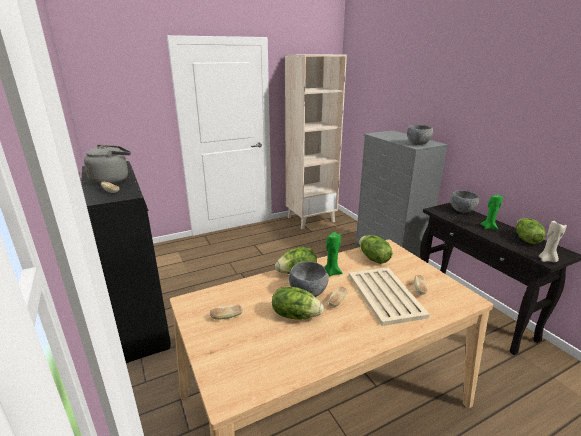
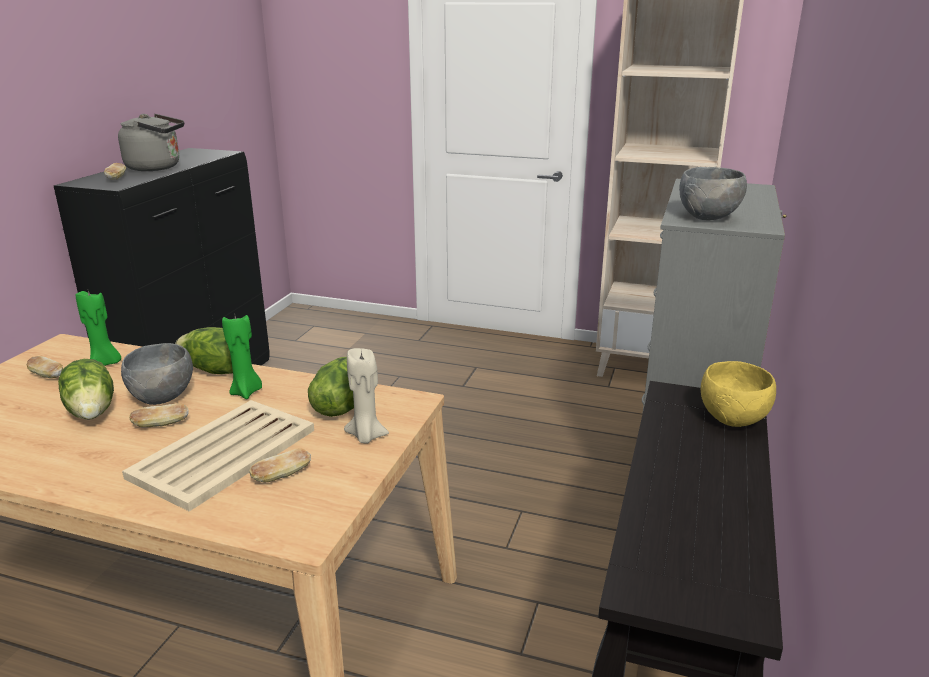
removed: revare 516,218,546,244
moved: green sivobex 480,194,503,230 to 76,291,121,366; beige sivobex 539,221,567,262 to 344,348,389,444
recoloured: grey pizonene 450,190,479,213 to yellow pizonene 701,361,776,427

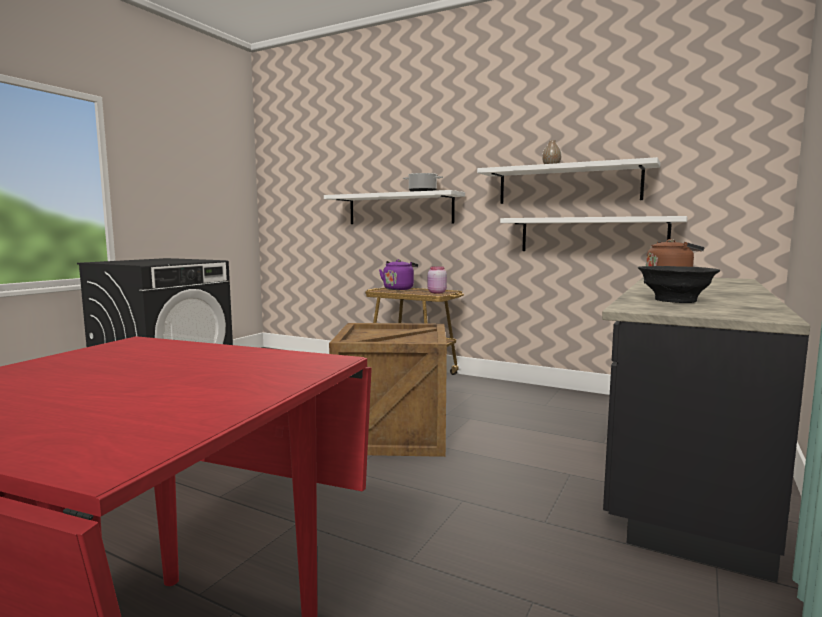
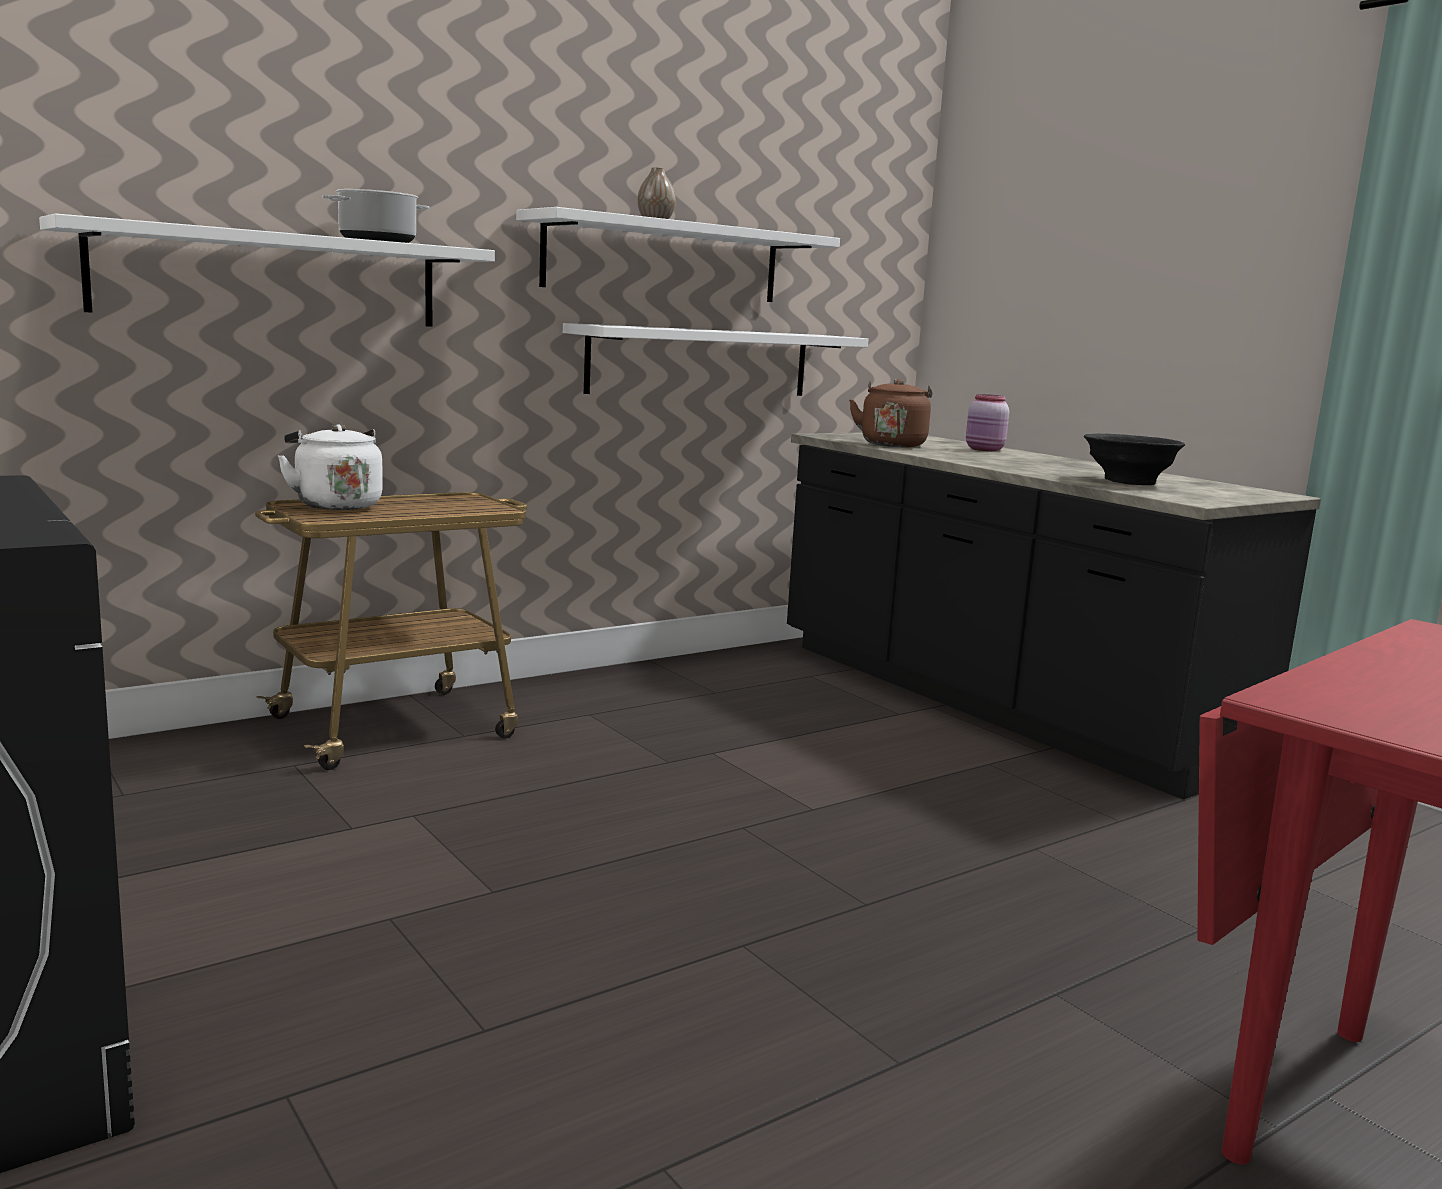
removed: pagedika 329,323,447,457
moved: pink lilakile 428,266,447,293 to 966,394,1009,451
recoloured: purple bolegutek 379,259,418,290 to white bolegutek 278,424,383,510

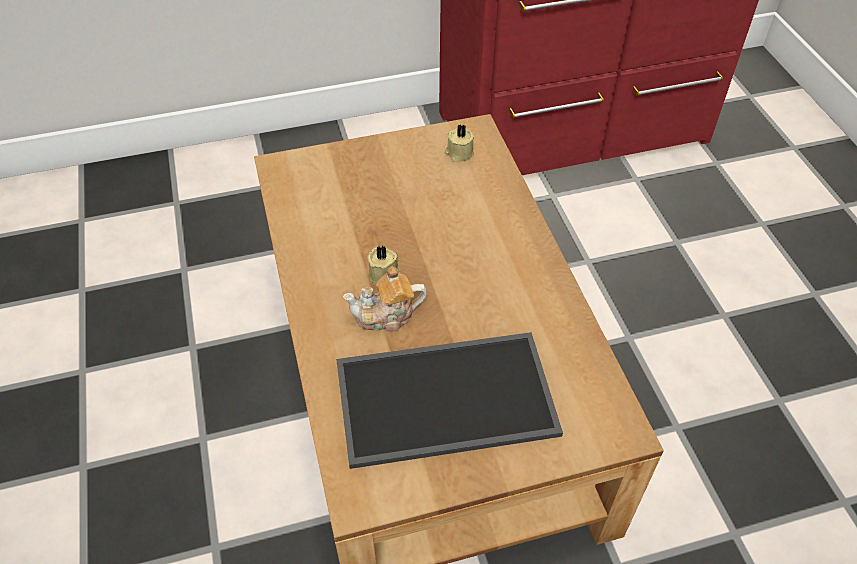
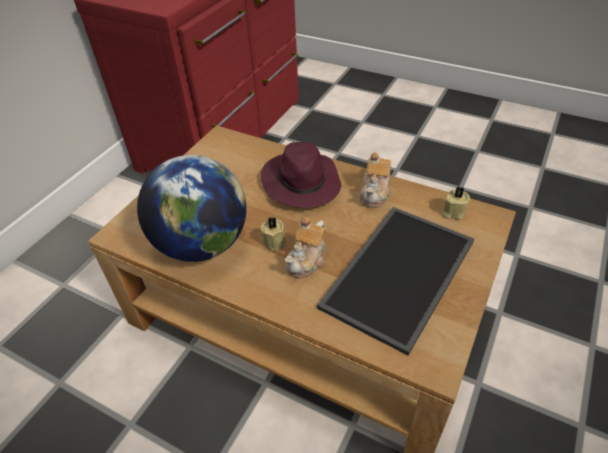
added: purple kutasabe 261,142,341,208; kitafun 360,152,391,208; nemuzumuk 137,155,247,262
moved: beige sivobex 445,124,474,162 to 441,186,470,220

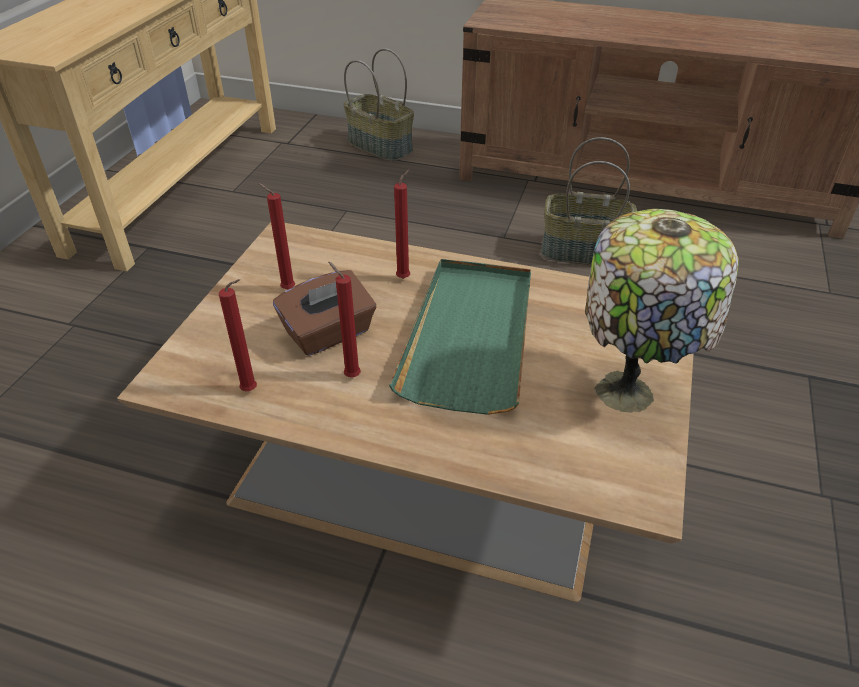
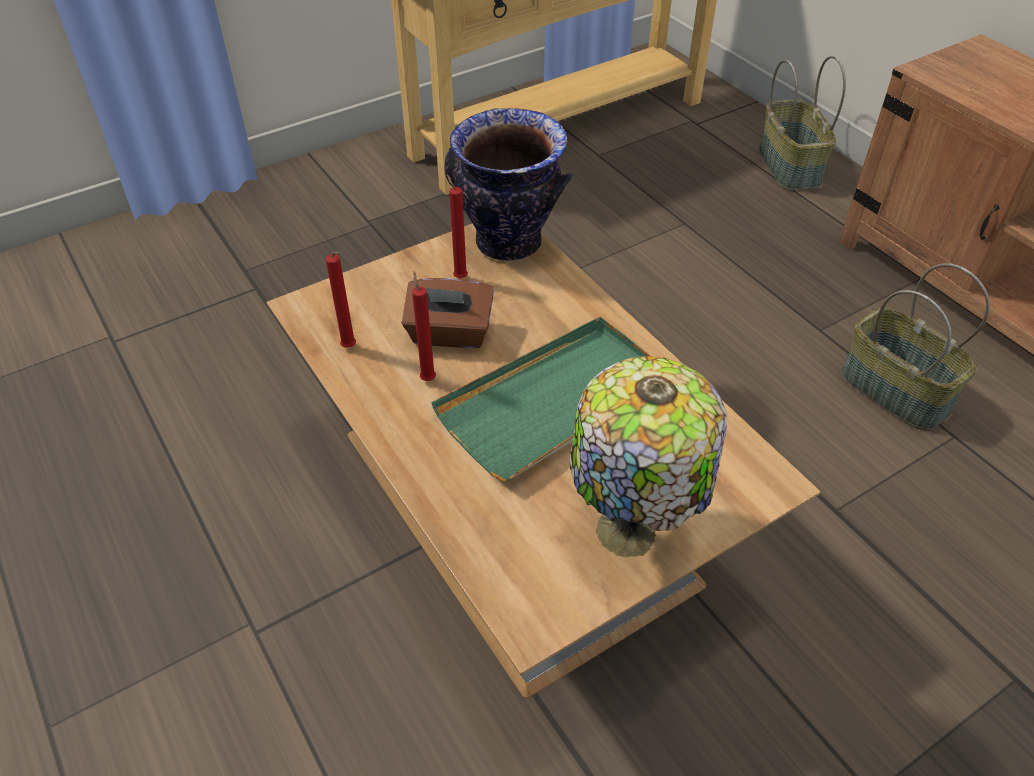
removed: red sivobex 394,169,410,279
added: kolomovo 444,108,573,261

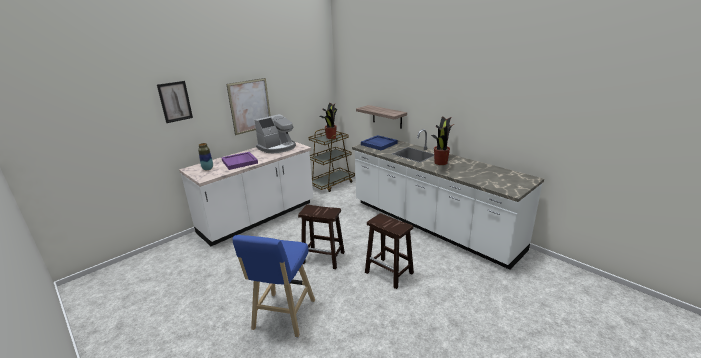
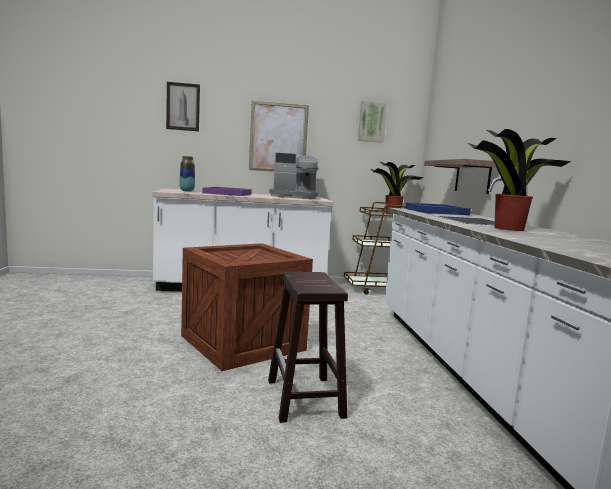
removed: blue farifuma 233,235,315,337
added: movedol 358,101,387,143
replaced: brown farifuma 298,205,345,269 to pagedika 181,243,313,371

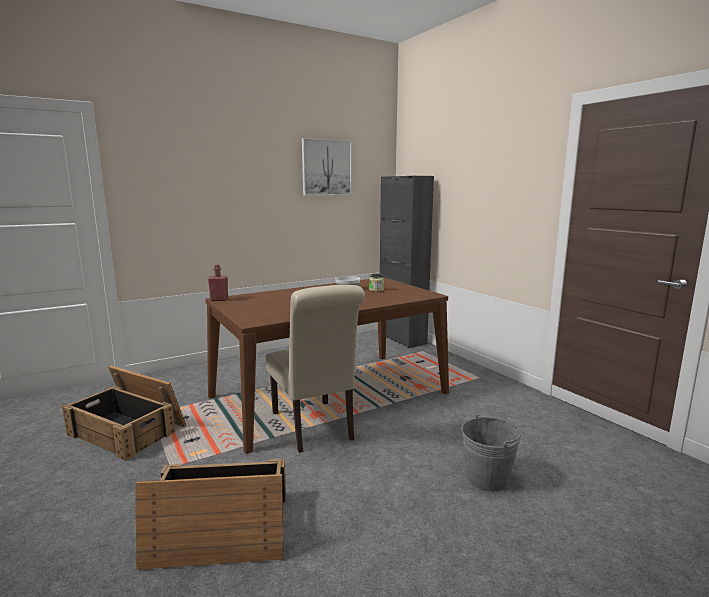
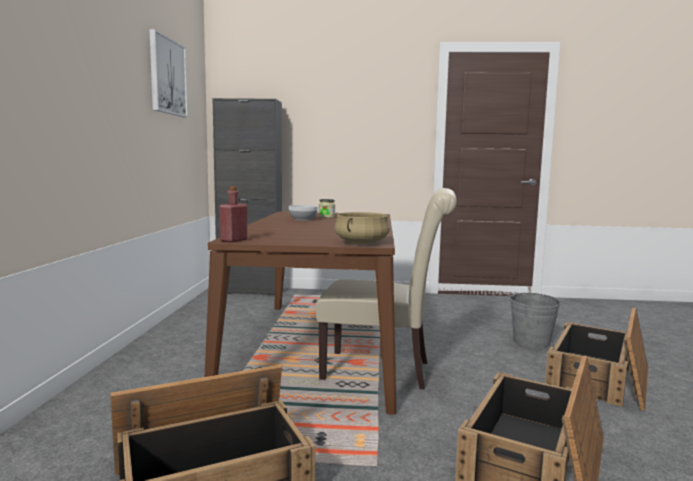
added: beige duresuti 334,212,390,244; pagedika 545,307,648,411

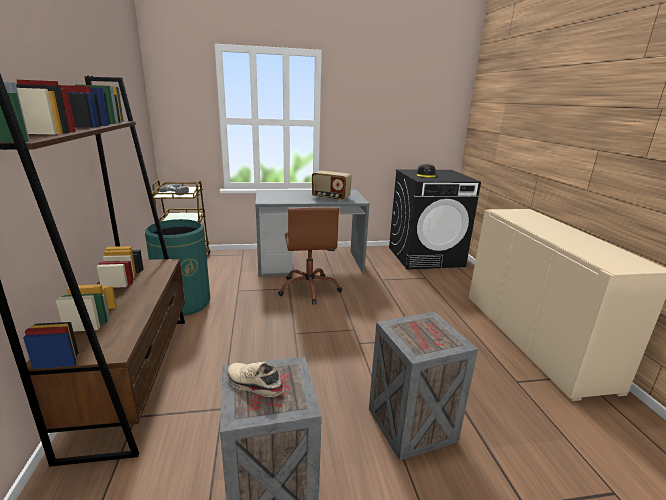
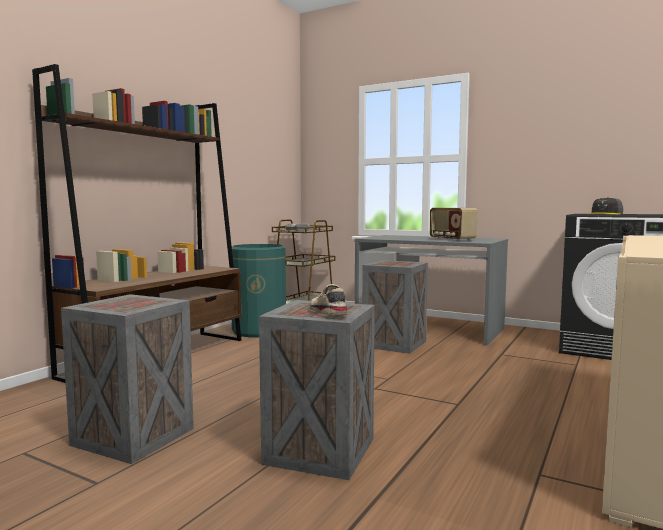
moved: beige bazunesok 227,362,284,397 to 309,284,348,315
replaced: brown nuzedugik 278,207,342,305 to pagedika 362,260,428,354

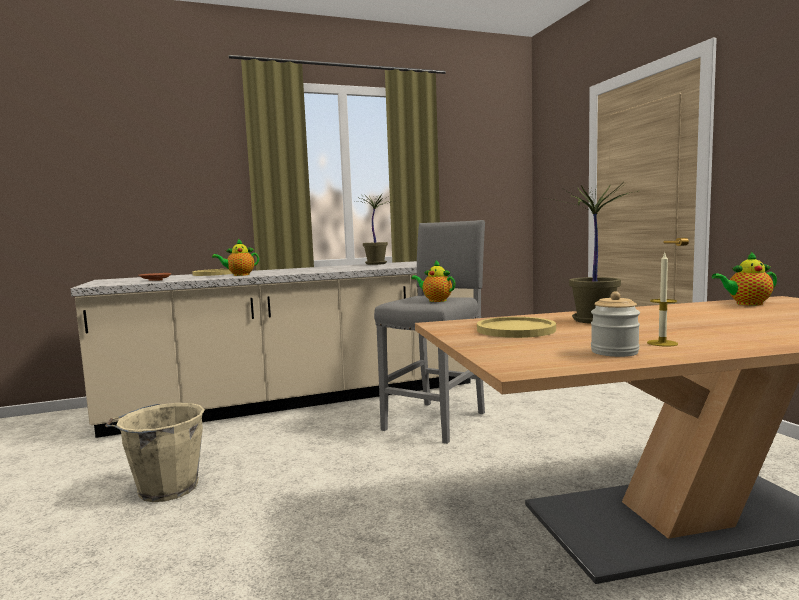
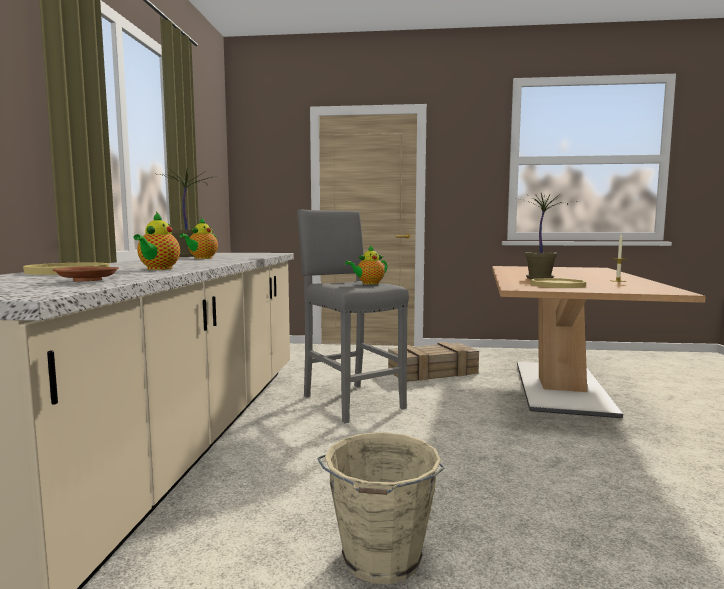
removed: lilakile 591,291,640,357
added: pagedika 388,342,479,382
moved: kitafun 712,251,777,306 to 179,218,218,259

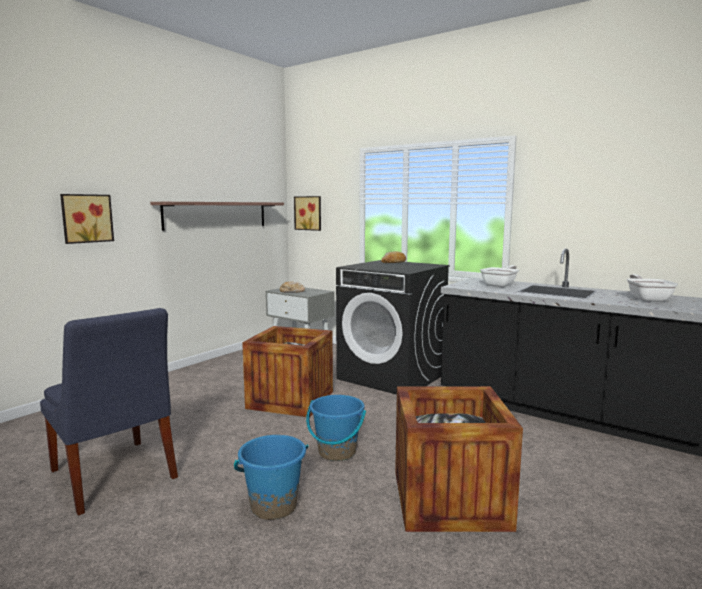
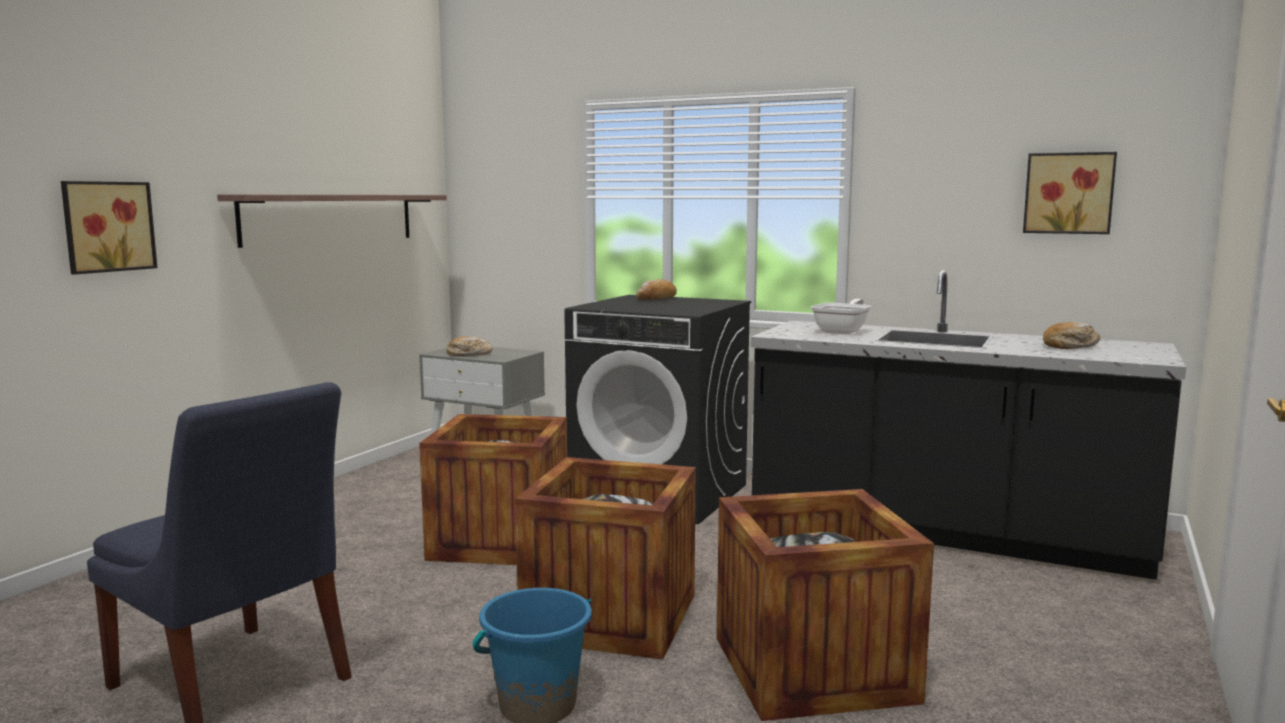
moved: movedol 294,196,321,231 to 1023,152,1117,234
replaced: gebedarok 627,274,678,302 to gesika 1043,322,1100,349; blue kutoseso 306,395,366,461 to pagedika 515,457,696,660

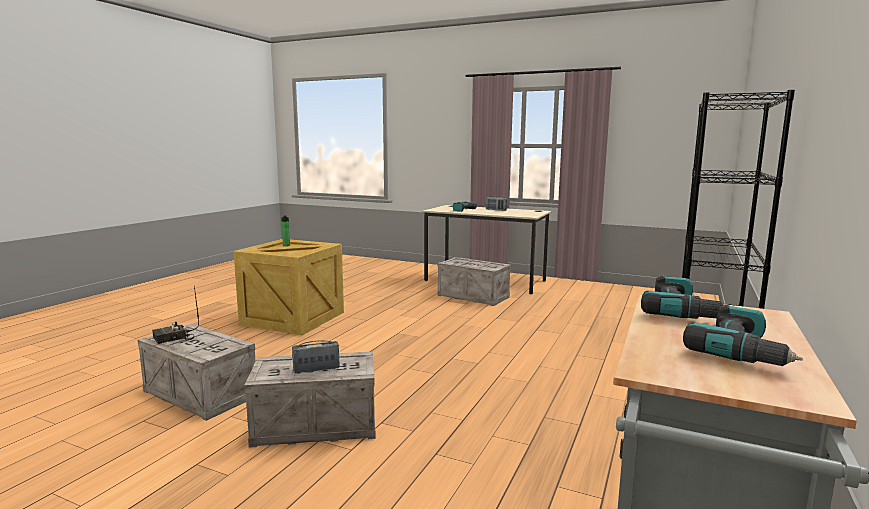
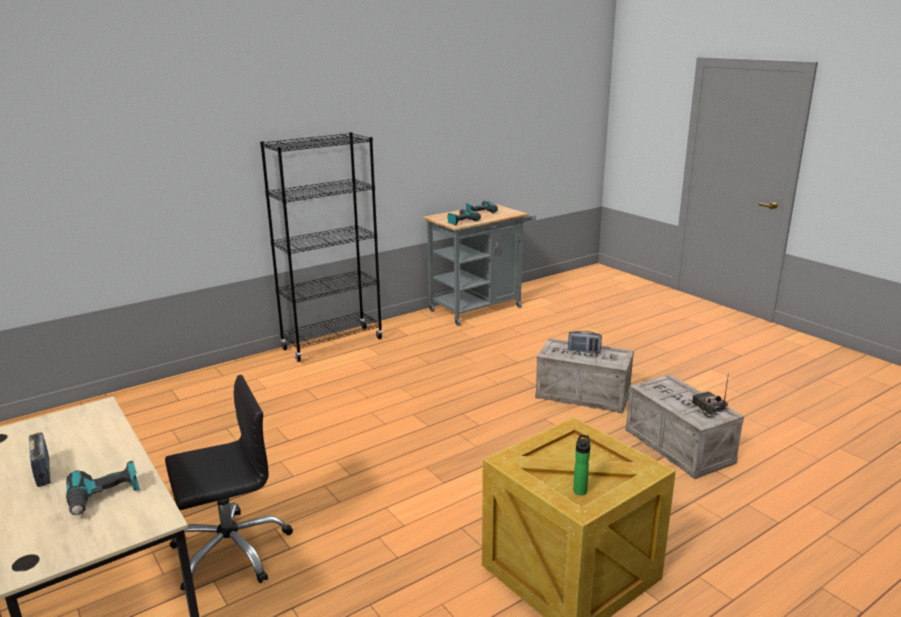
replaced: pagedika 437,257,511,306 to black nuzedugik 165,375,293,590
turned: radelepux 152,286,199,344 = 692,373,729,418 105 degrees counterclockwise

